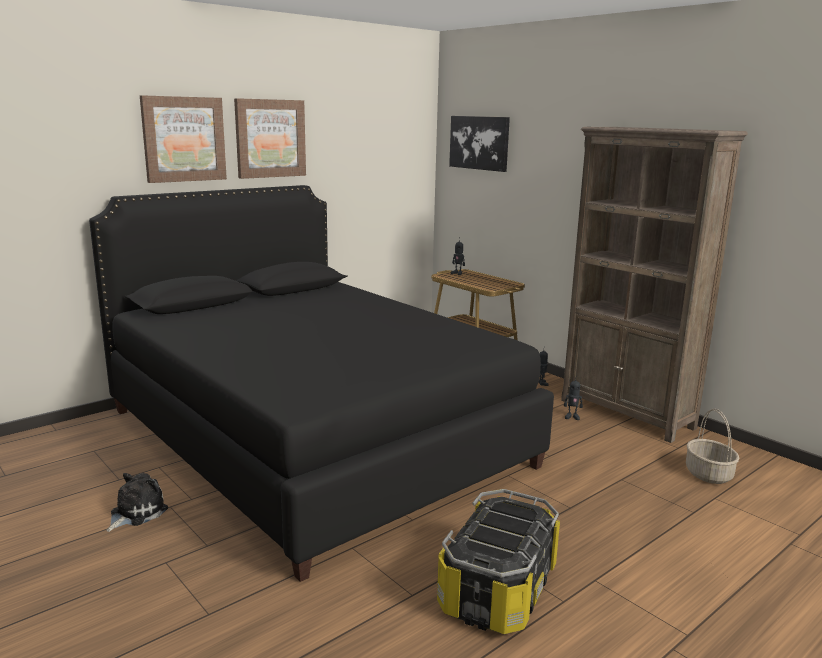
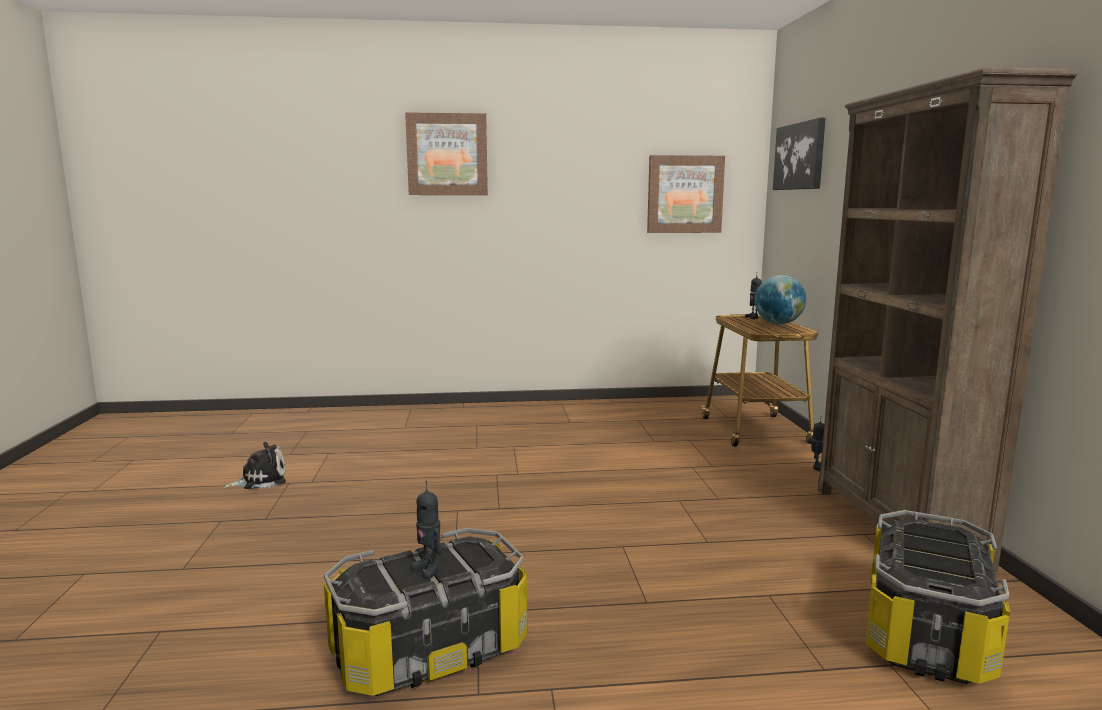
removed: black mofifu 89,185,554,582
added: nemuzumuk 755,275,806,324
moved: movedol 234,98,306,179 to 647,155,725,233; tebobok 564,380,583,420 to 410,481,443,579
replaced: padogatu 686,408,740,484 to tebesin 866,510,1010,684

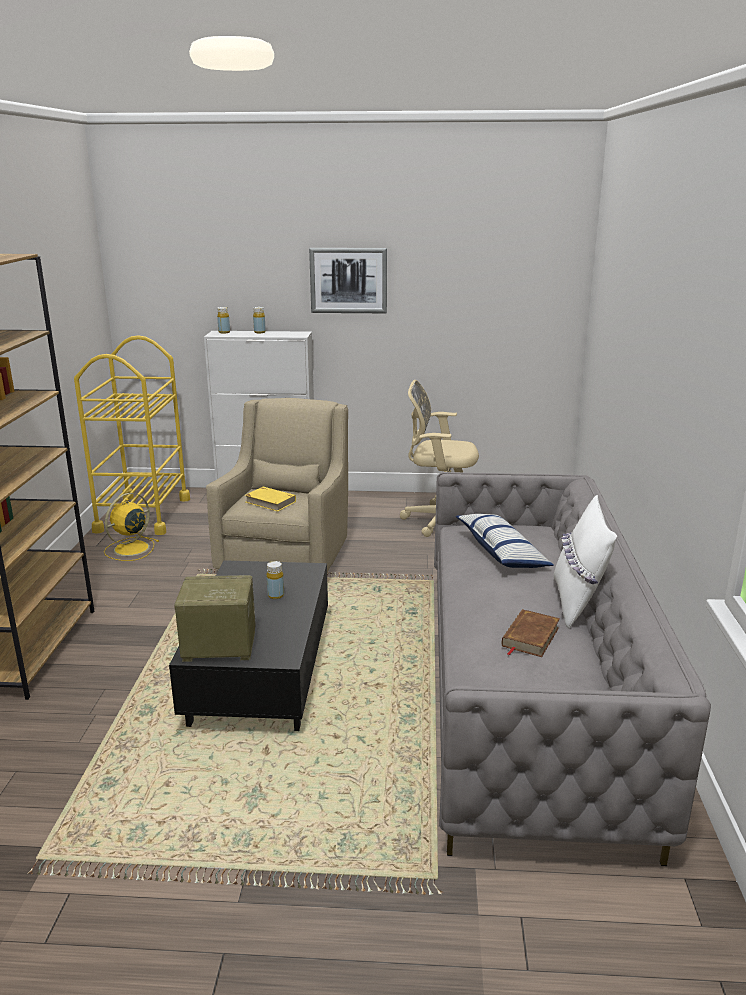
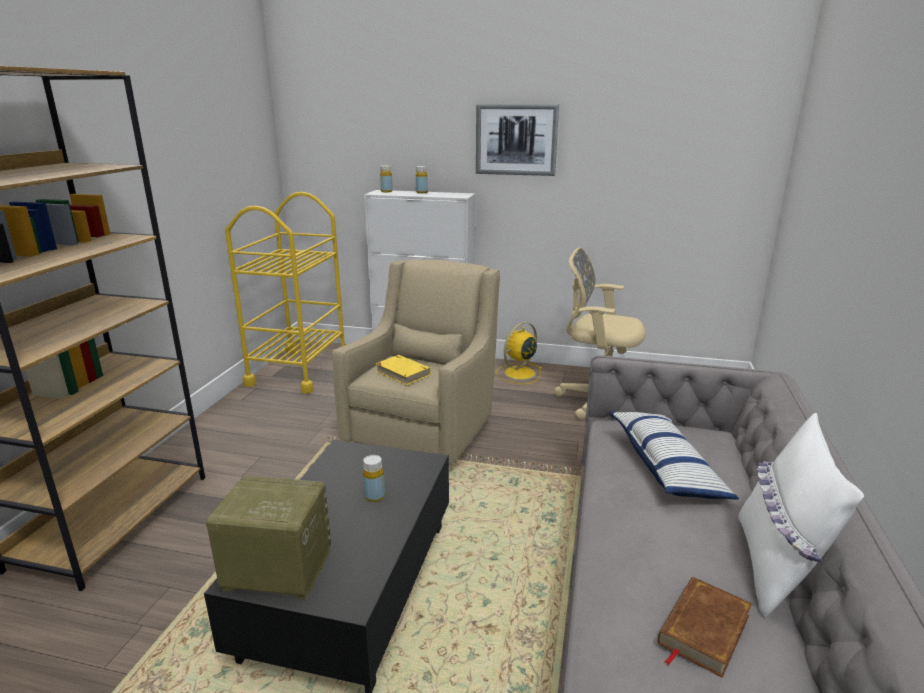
moved: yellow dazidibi 104,493,159,561 to 496,322,542,384

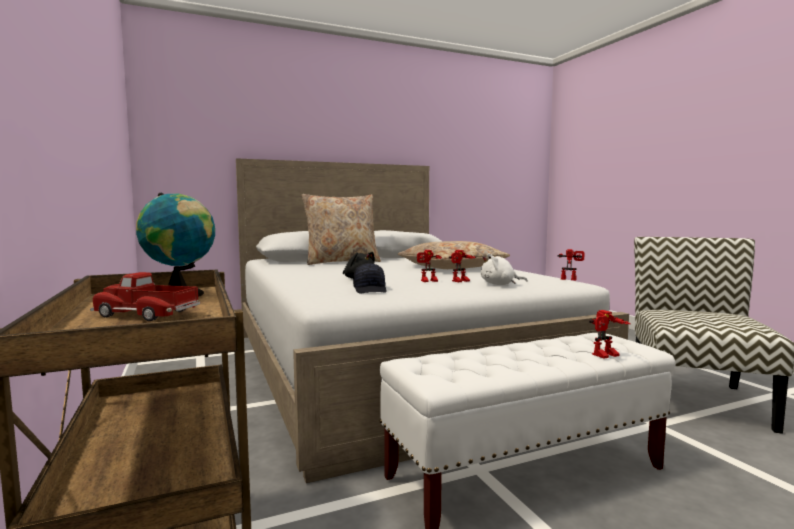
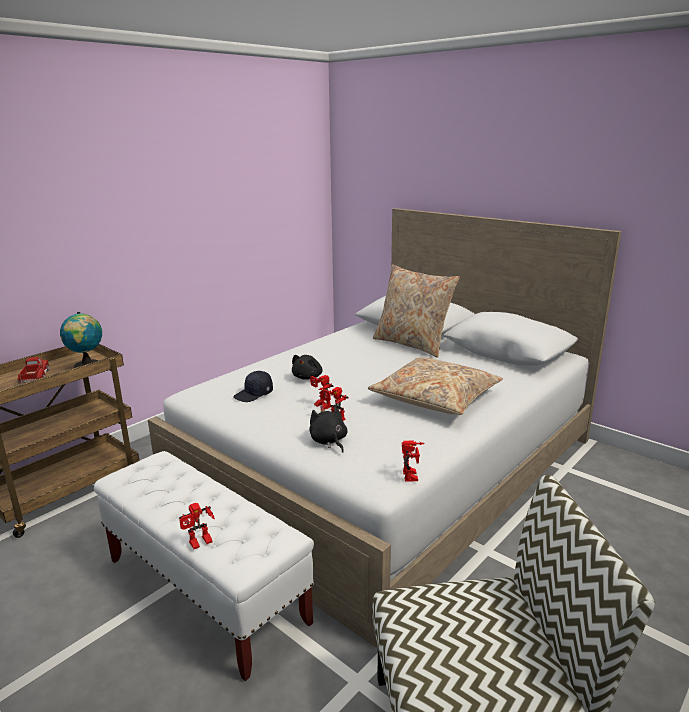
recoloured: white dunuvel 481,254,528,285 to black dunuvel 309,405,348,452
turned: tebobok 589,310,631,359 = 179,503,215,549 75 degrees counterclockwise

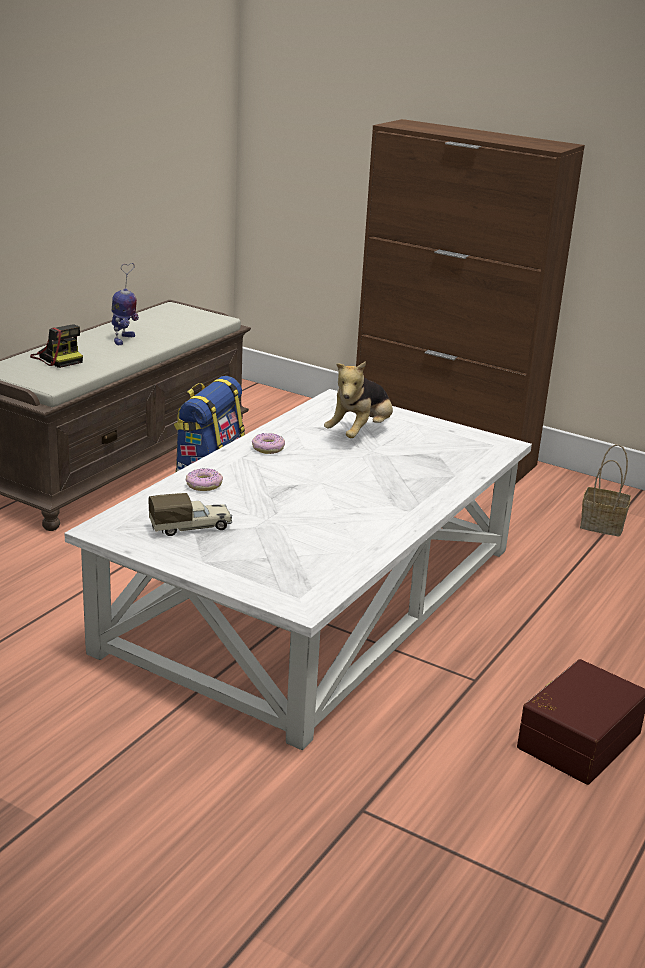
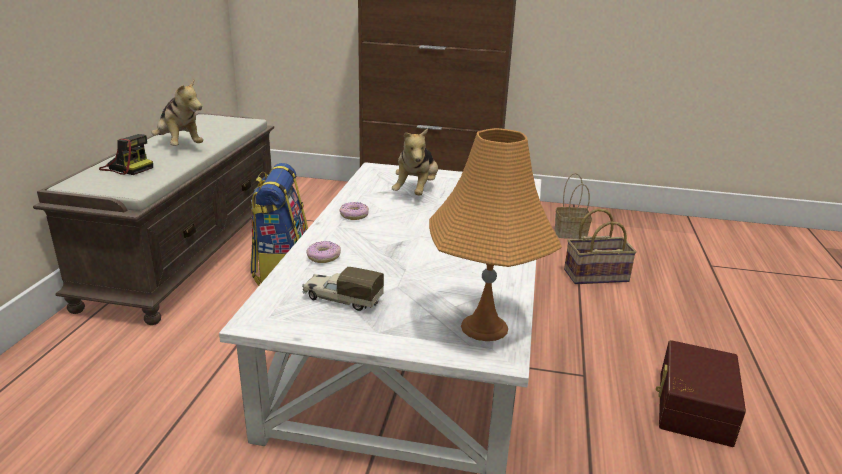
added: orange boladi 429,128,562,341; padogatu 564,208,637,284
replaced: tebobok 111,263,139,345 to dunuvel 151,79,203,146
turned: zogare 149,493,232,536 = 302,267,384,311 120 degrees counterclockwise

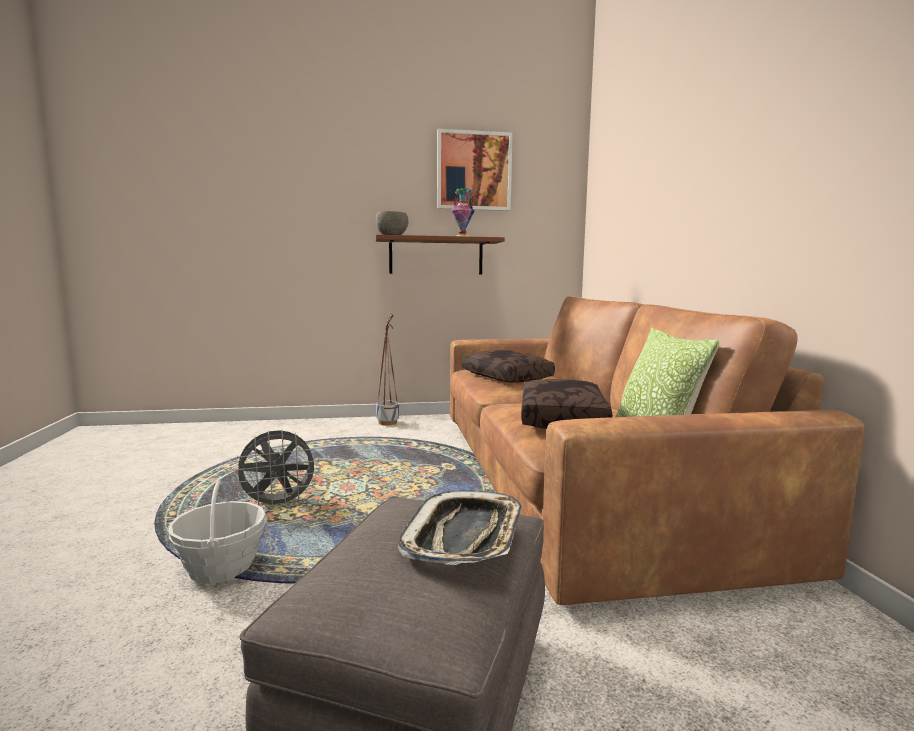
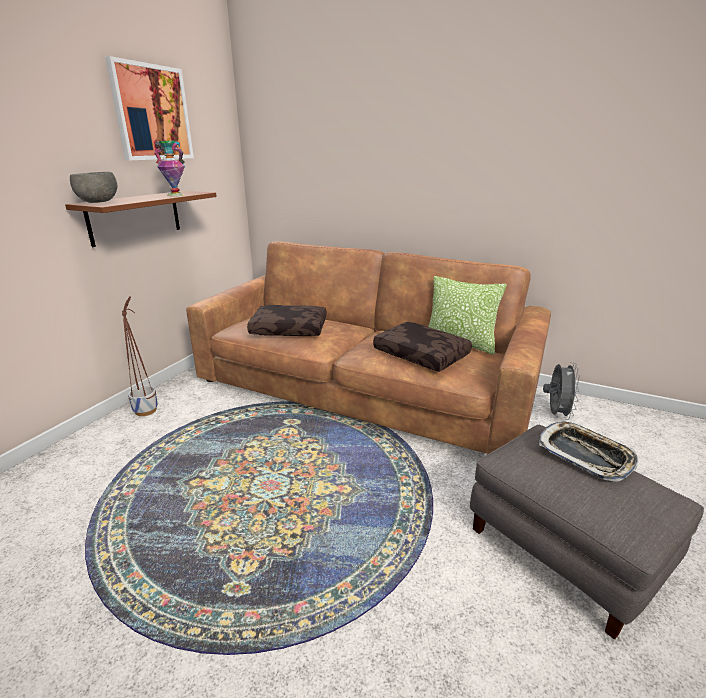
removed: padogatu 168,480,267,584
moved: grey dazidibi 232,430,320,509 to 543,362,580,420

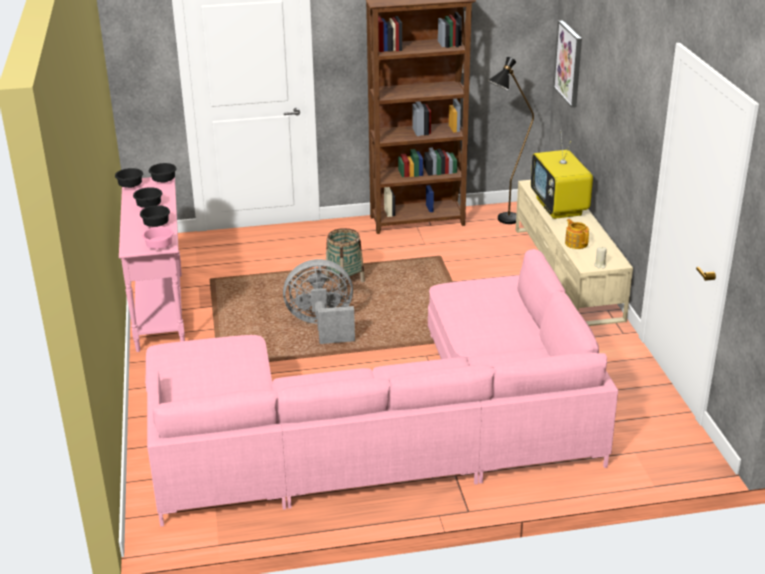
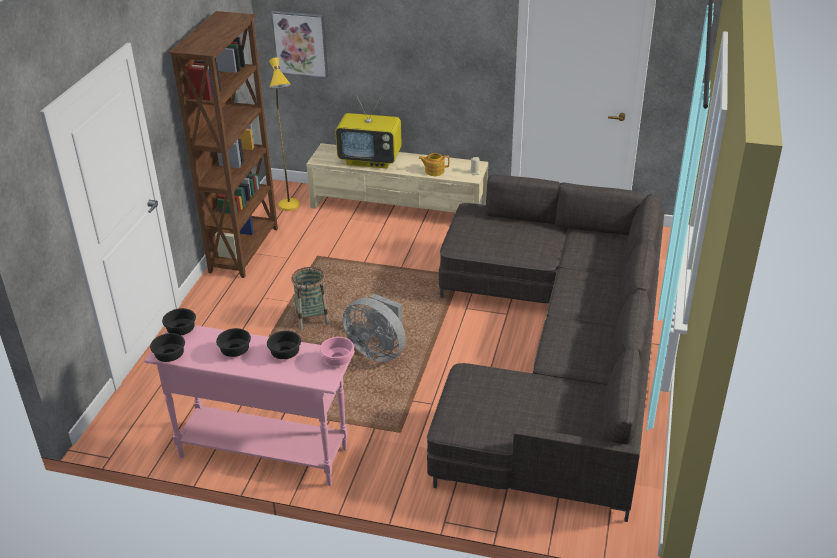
recoloured: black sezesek 487,57,534,224 to yellow sezesek 269,57,300,211; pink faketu 145,249,618,527 to grey faketu 427,175,664,522
turned: grey dazidibi 283,259,355,344 = 343,294,406,362 75 degrees counterclockwise

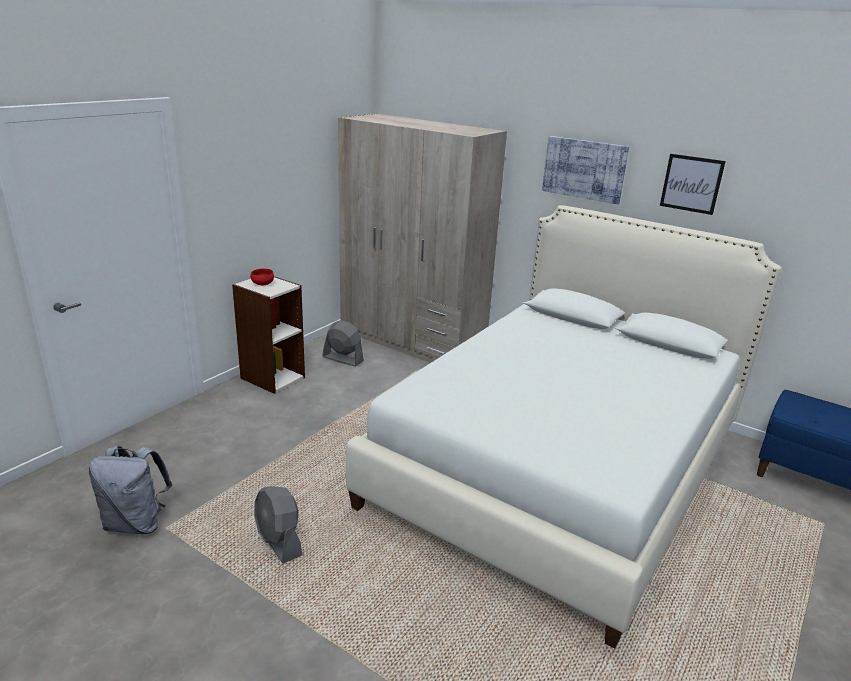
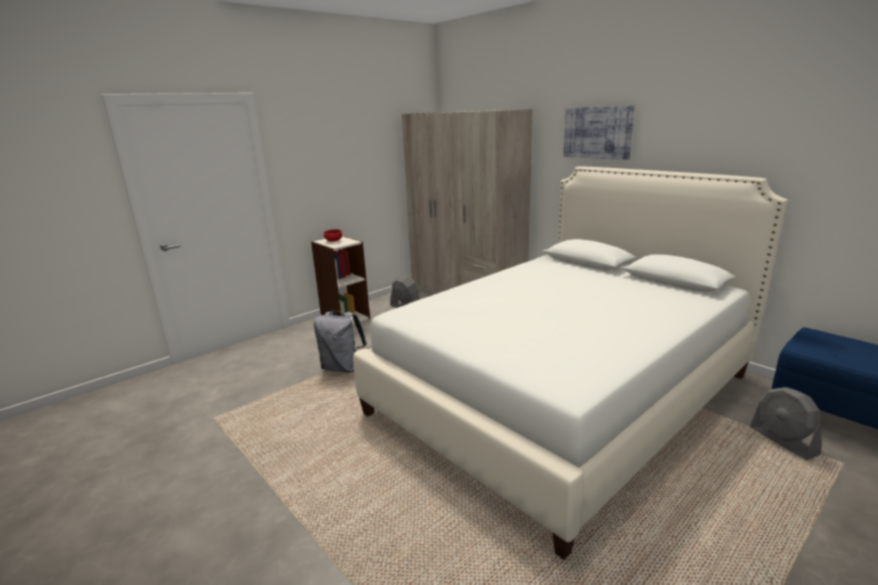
removed: movedol 660,154,726,215
moved: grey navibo 89,445,172,534 to 314,311,367,373; grey dazidibi 255,486,302,564 to 750,387,822,460

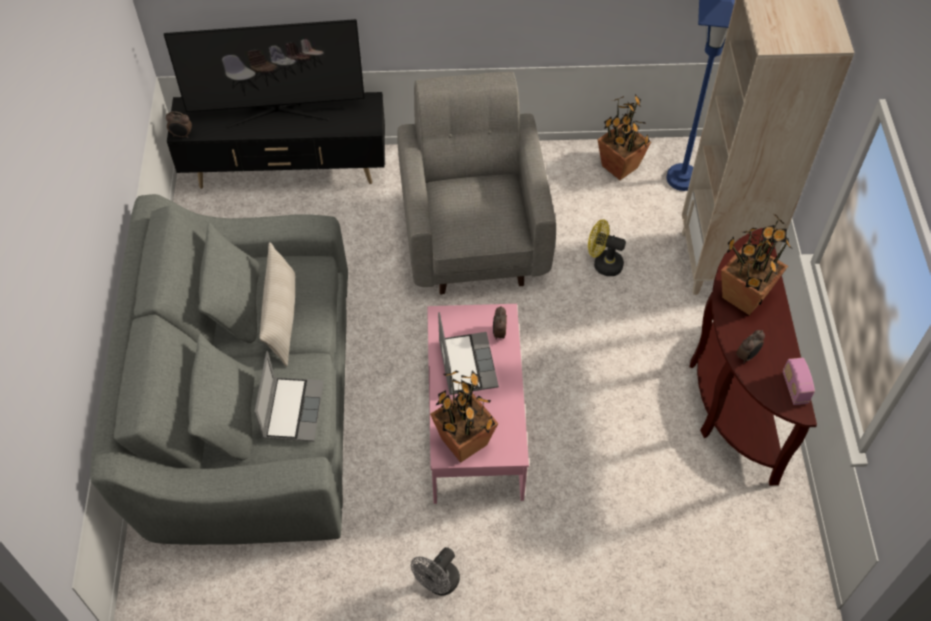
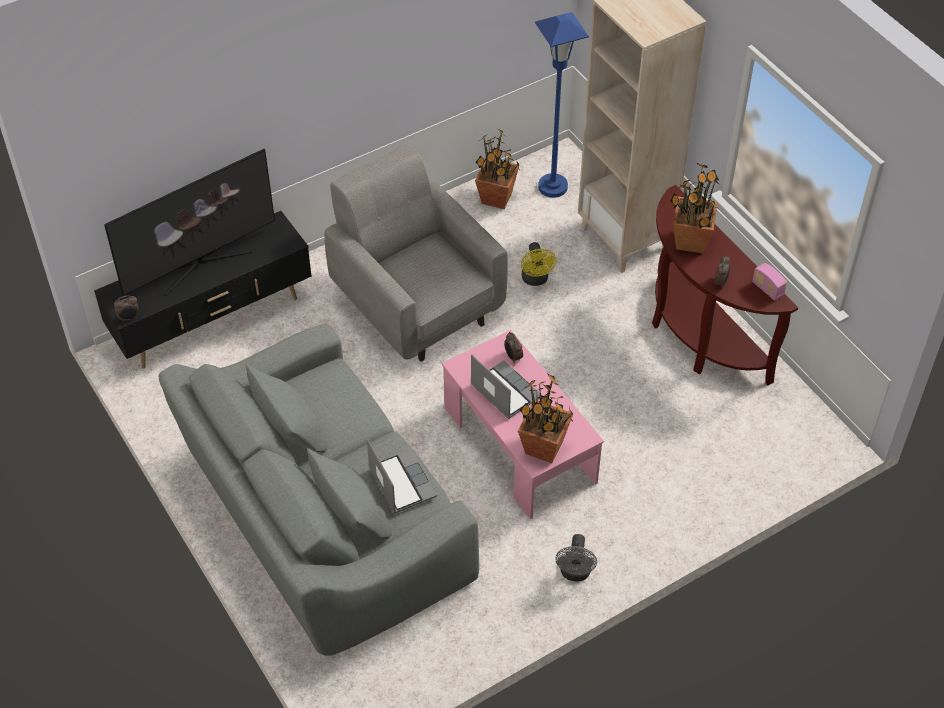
removed: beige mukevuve 259,242,295,367
turned: yellow dazidibi 588,219,626,276 = 521,242,556,286 90 degrees counterclockwise

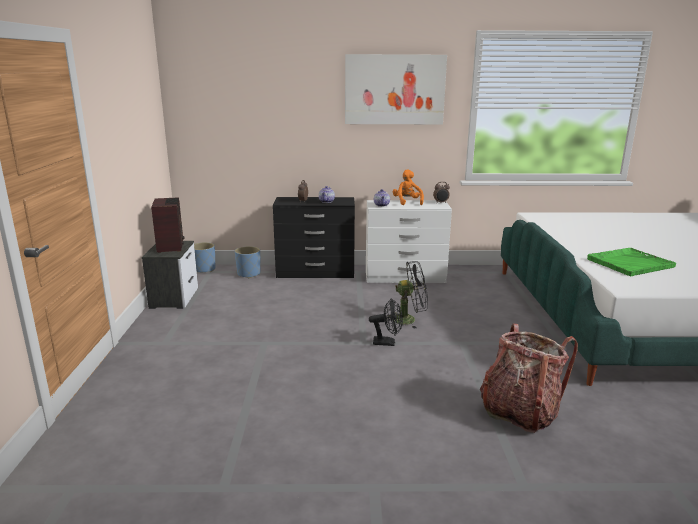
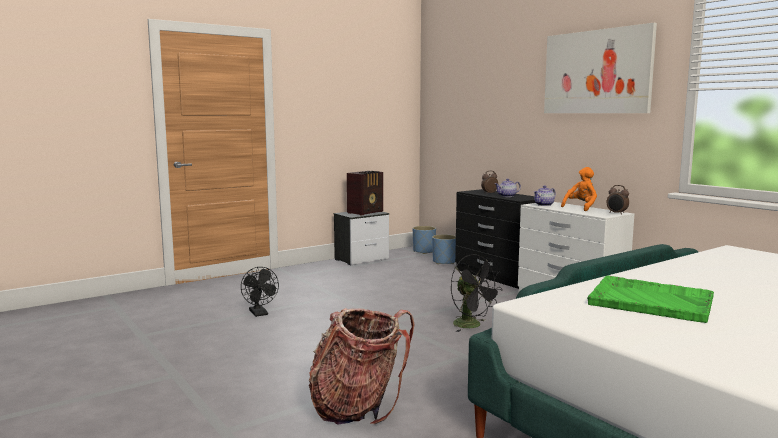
moved: black dazidibi 369,298,403,346 to 241,267,279,317

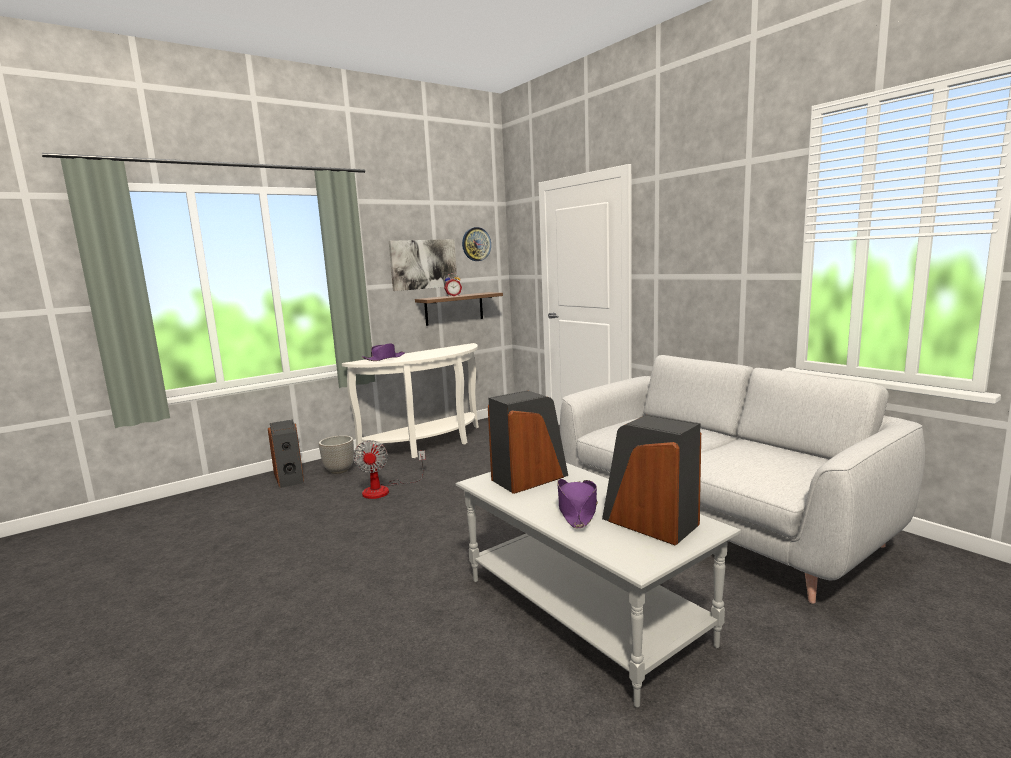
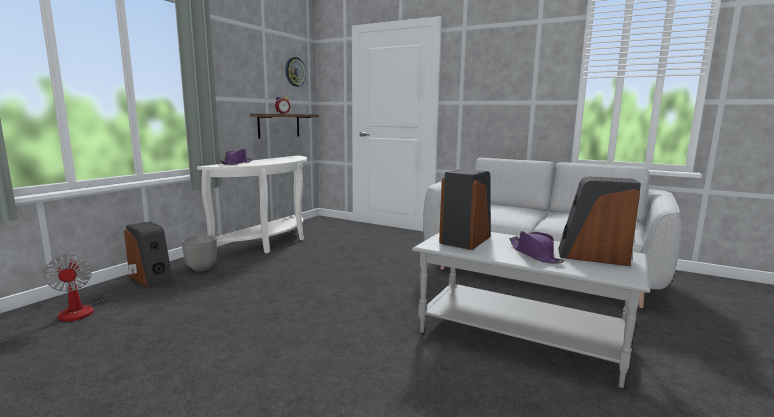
removed: movedol 389,239,457,291
moved: dazidibi 353,440,425,499 to 43,255,137,321

